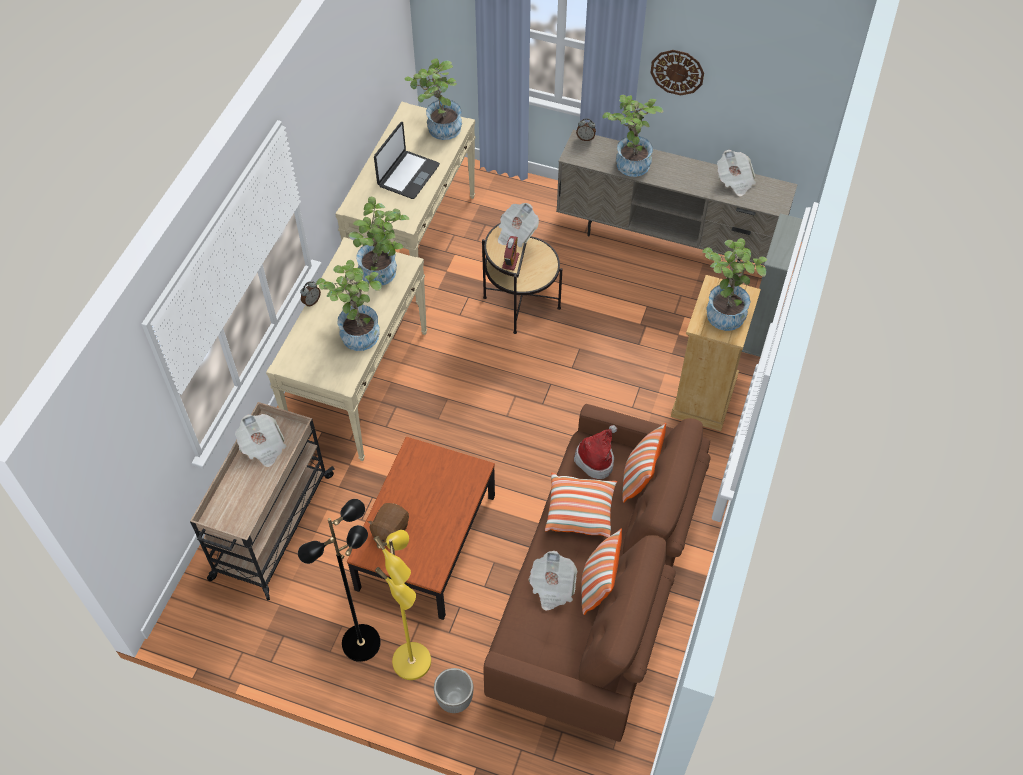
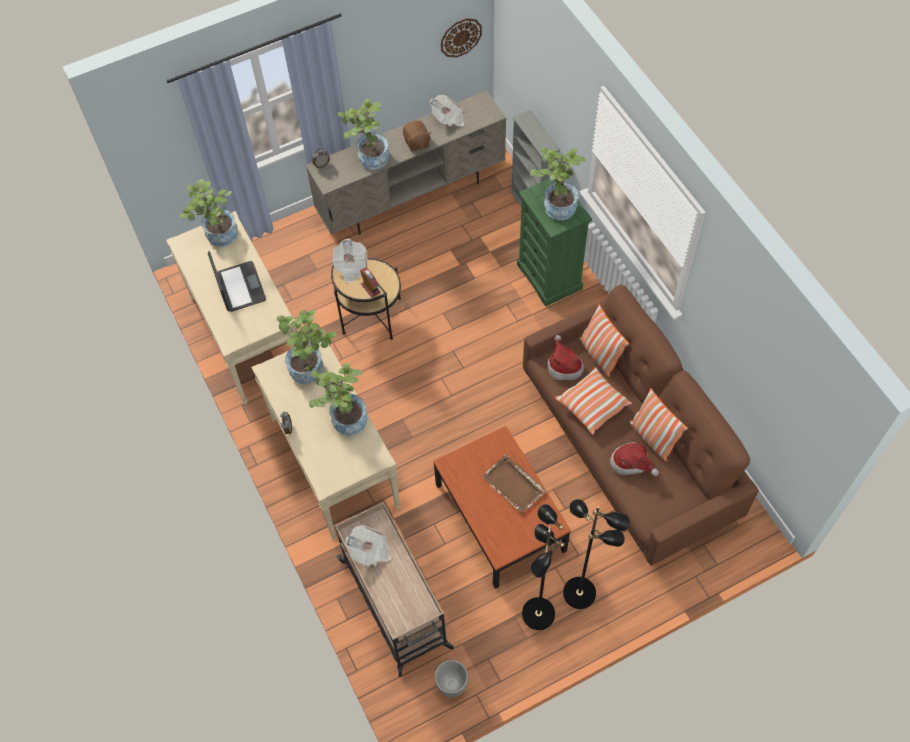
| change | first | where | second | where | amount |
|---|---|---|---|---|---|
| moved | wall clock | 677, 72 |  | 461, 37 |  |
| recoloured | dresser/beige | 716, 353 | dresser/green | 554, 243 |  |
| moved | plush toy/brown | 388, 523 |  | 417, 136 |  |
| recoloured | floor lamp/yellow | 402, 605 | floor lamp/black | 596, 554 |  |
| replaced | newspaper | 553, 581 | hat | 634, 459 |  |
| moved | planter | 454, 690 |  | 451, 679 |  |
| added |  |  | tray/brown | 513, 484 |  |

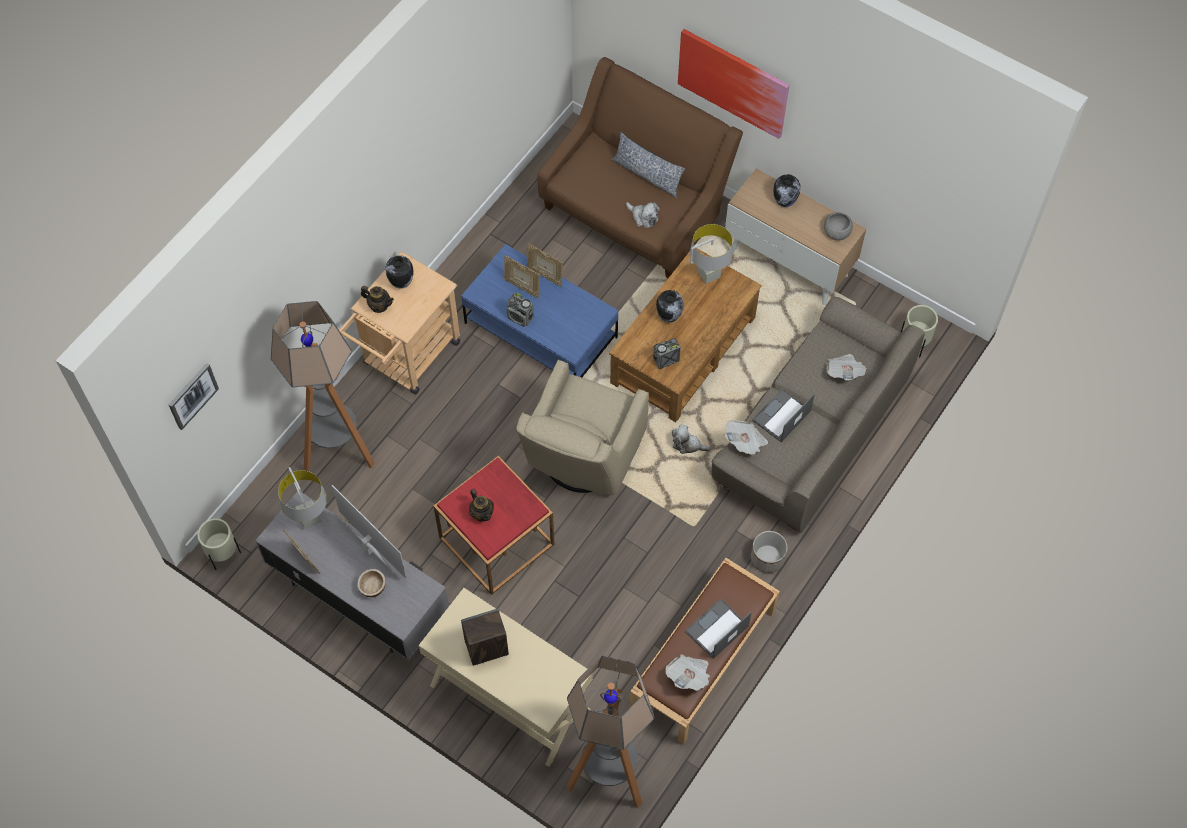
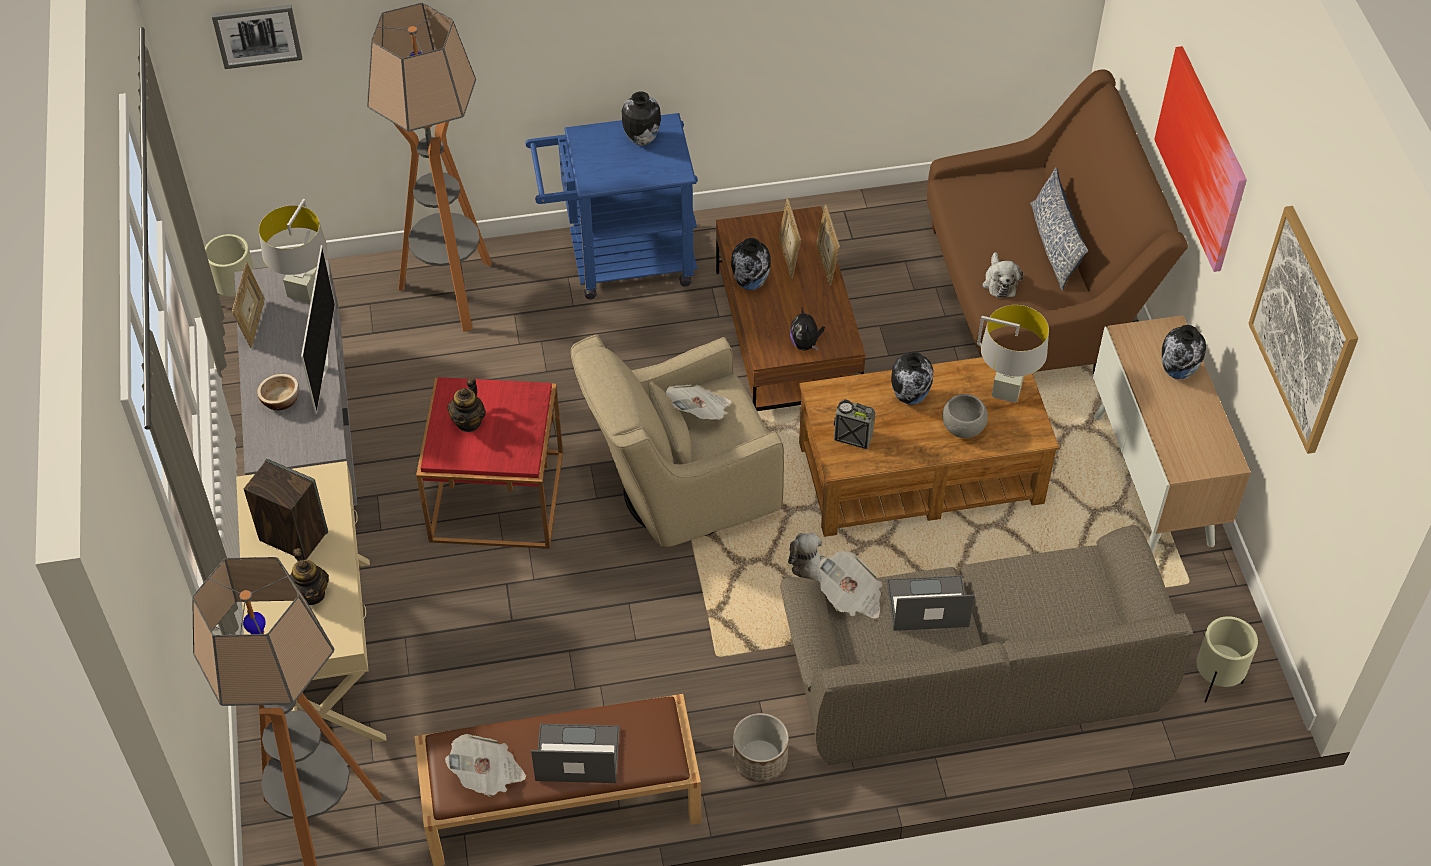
| change | first | where | second | where | amount |
|---|---|---|---|---|---|
| moved | bowl/grey | 838, 226 |  | 965, 416 |  |
| recoloured | coffee table/blue | 539, 310 | coffee table/brown | 791, 308 |  |
| recoloured | cart/beige | 399, 322 | cart/blue | 611, 206 |  |
| moved | teapot | 377, 299 |  | 309, 576 |  |
| replaced | radio | 520, 310 | vase | 751, 264 |  |
| moved | newspaper | 846, 367 |  | 698, 402 |  |
| added |  |  | picture | 1303, 330 |  |
| added |  |  | plush toy | 807, 329 |  |

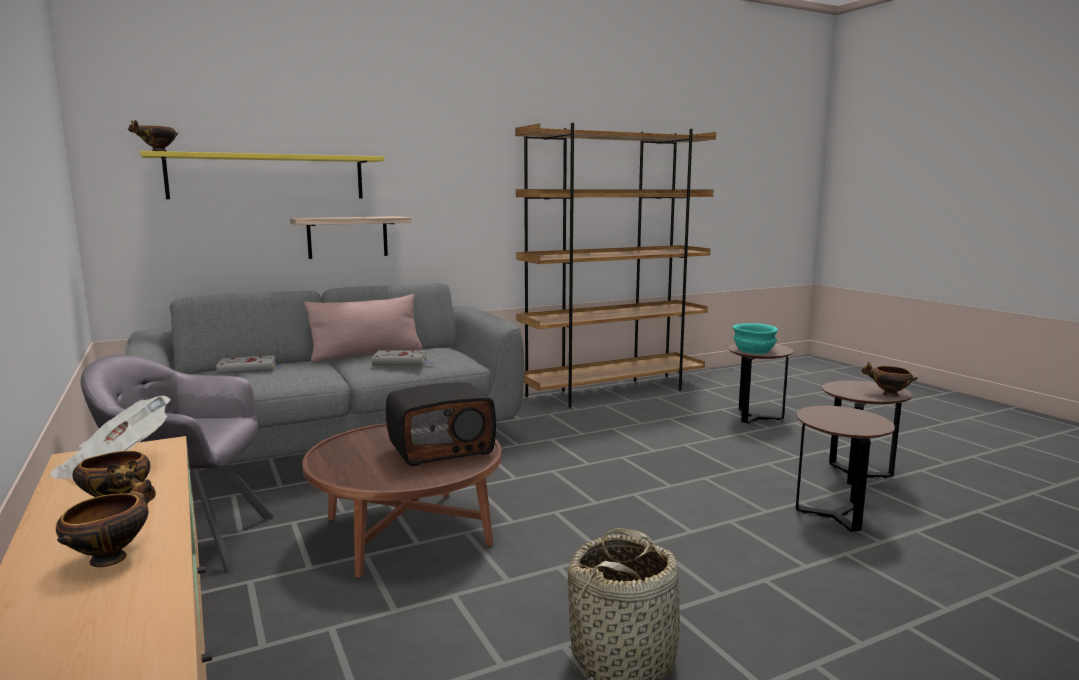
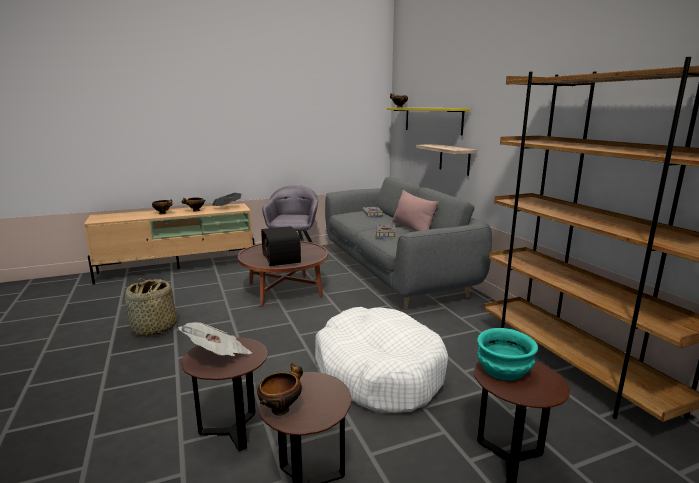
| change | first | where | second | where | amount |
|---|---|---|---|---|---|
| added |  |  | dog bed/white | 381, 360 |  |
| added |  |  | newspaper | 215, 339 |  |

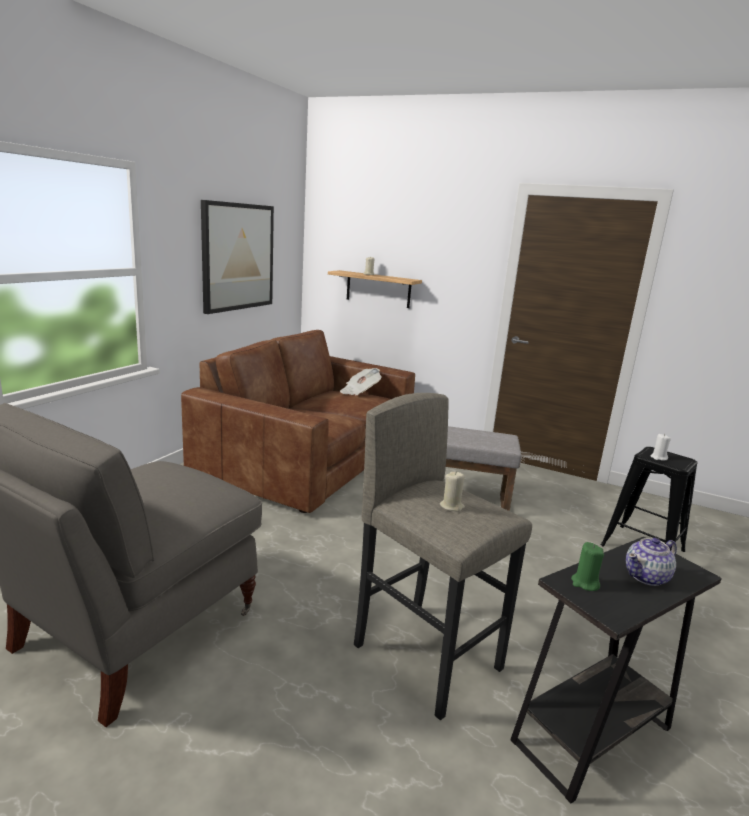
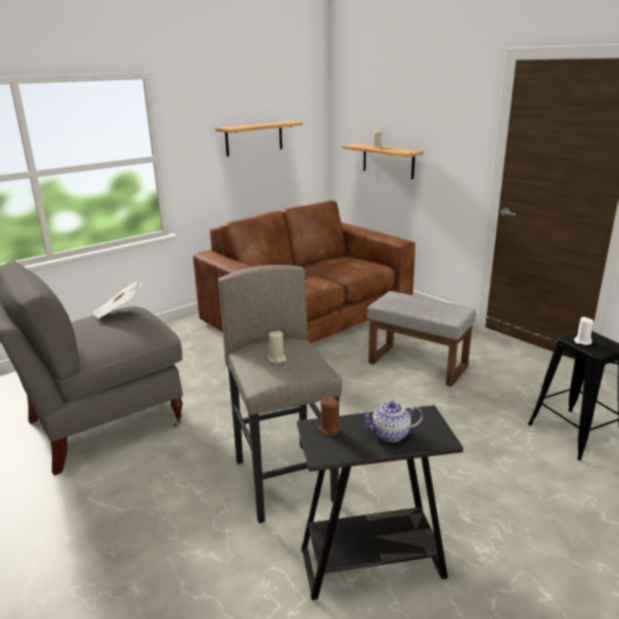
| change | first | where | second | where | amount |
|---|---|---|---|---|---|
| replaced | picture | 237, 257 | shelf | 259, 139 |  |
| moved | newspaper | 361, 382 |  | 117, 300 |  |
| recoloured | candle/green | 587, 566 | candle/brown | 329, 416 |  |

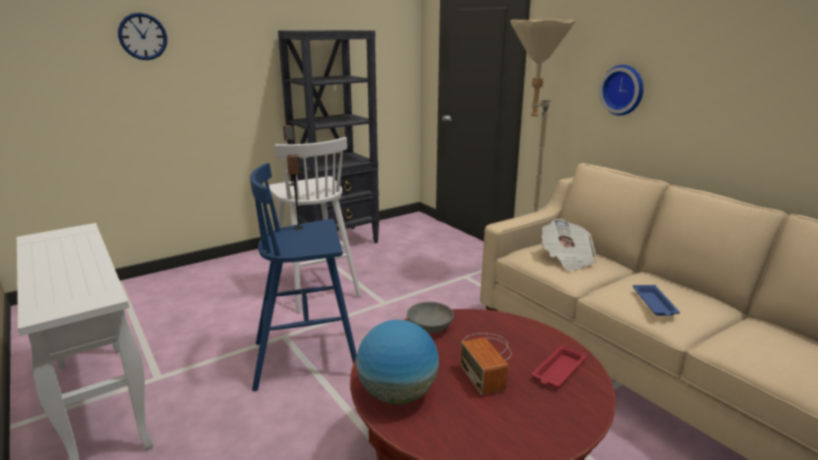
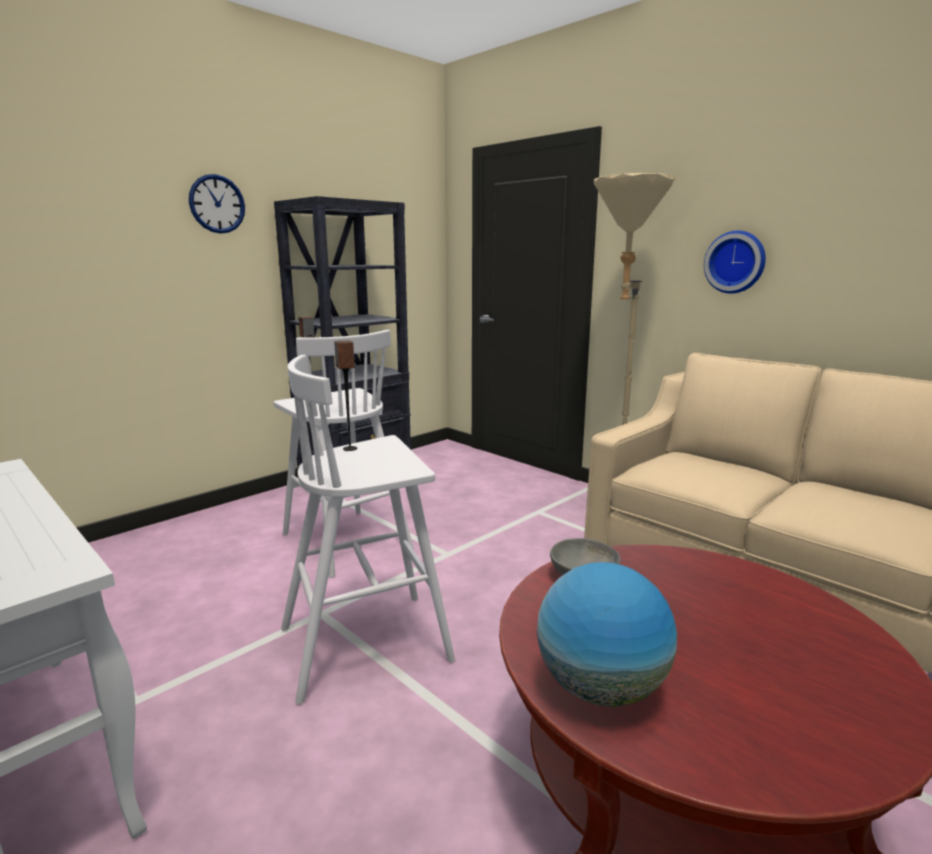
| change | first | where | second | where | amount |
|---|---|---|---|---|---|
| moved | wall clock | 142, 36 |  | 217, 204 |  |
| recoloured | stool/blue | 303, 277 | stool/white | 368, 530 |  |
| removed | newspaper | 569, 245 |  |  |  |
| removed | tray/blue | 656, 300 |  |  |  |
| removed | radio | 485, 364 |  |  |  |
| removed | tray/red | 559, 366 |  |  |  |

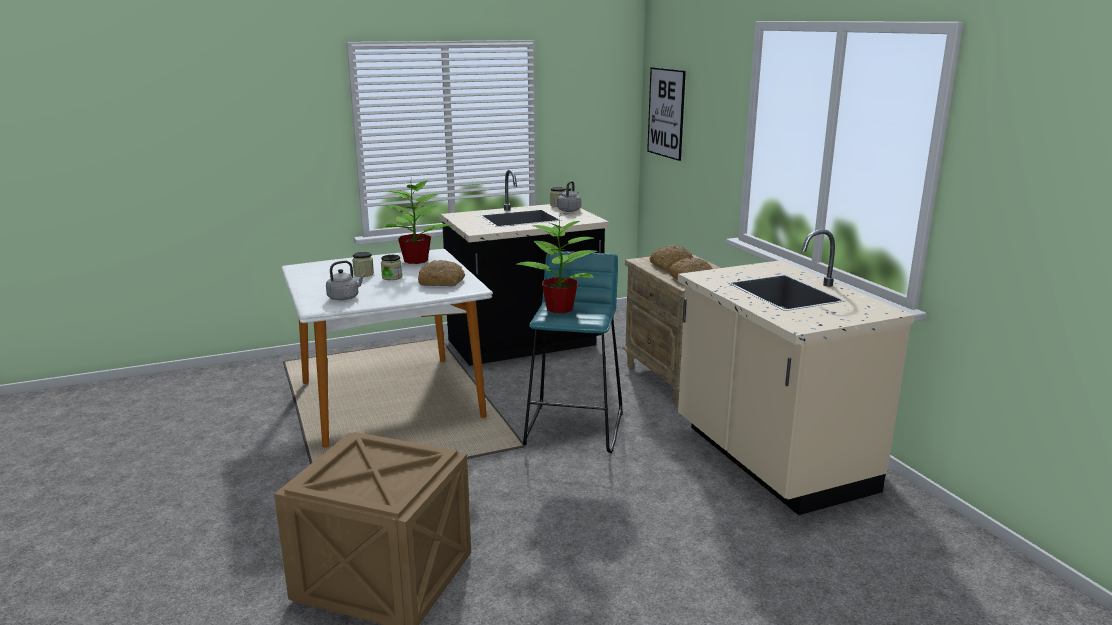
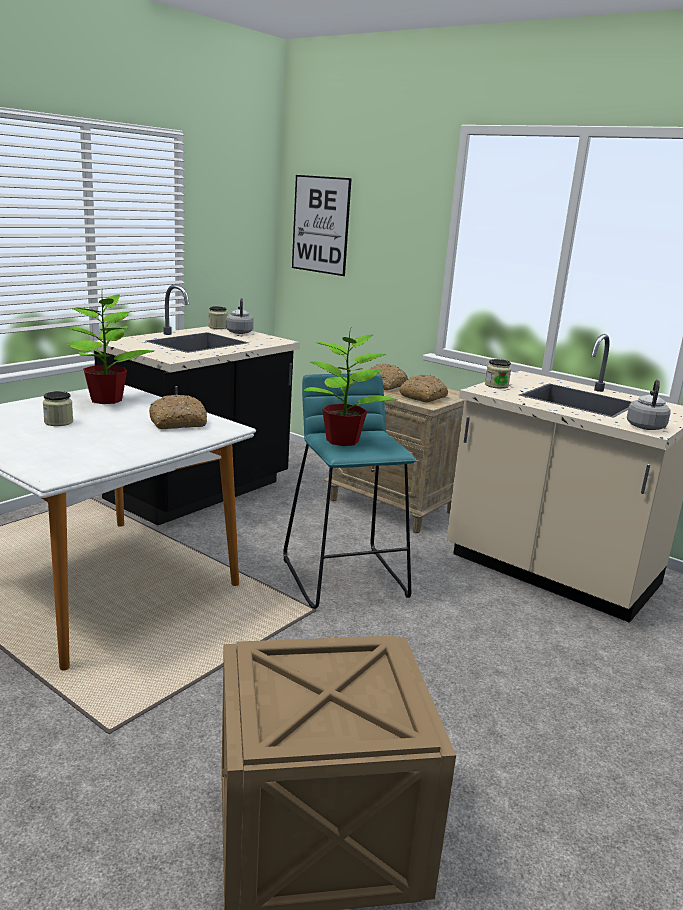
| change | first | where | second | where | amount |
|---|---|---|---|---|---|
| moved | jar | 391, 267 |  | 498, 374 |  |
| moved | kettle/grey | 346, 280 |  | 649, 404 |  |

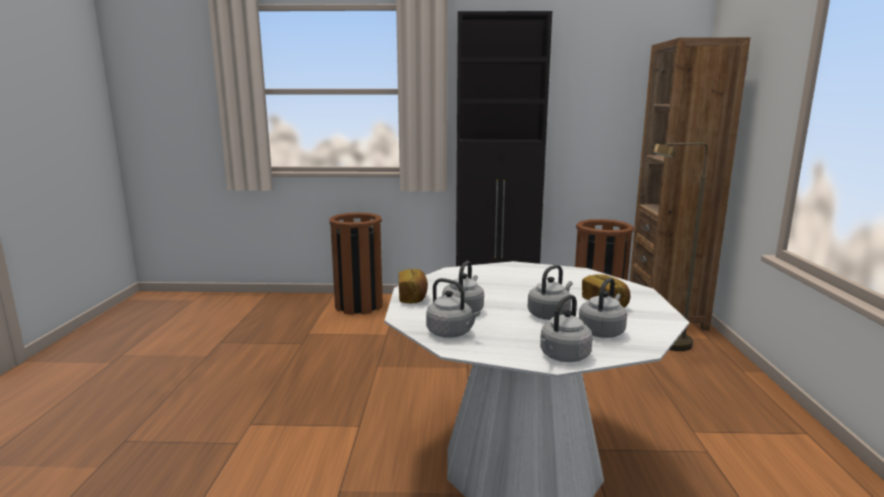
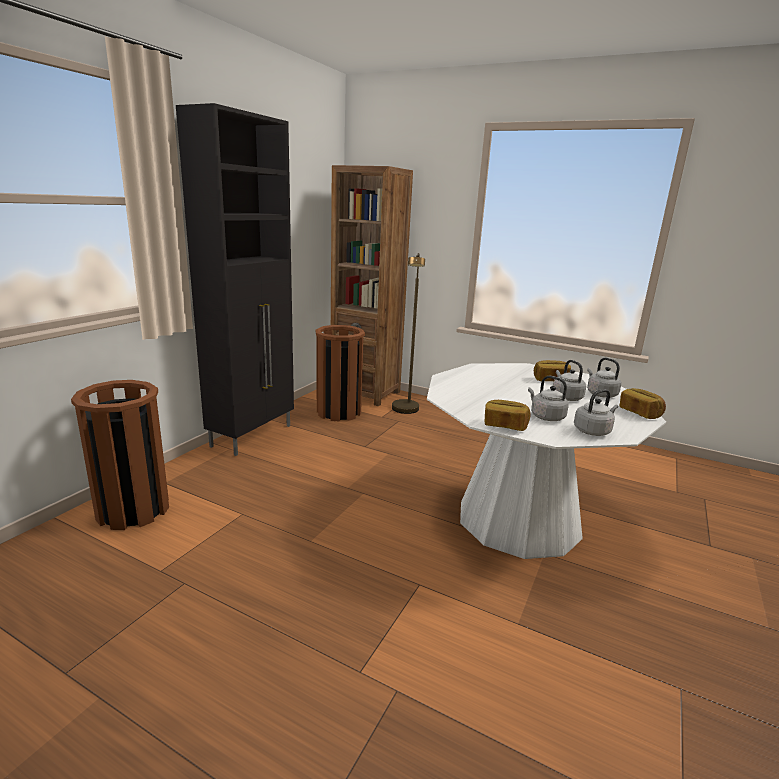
| change | first | where | second | where | amount |
|---|---|---|---|---|---|
| replaced | kettle/grey | 566, 328 | bread | 642, 403 |  |

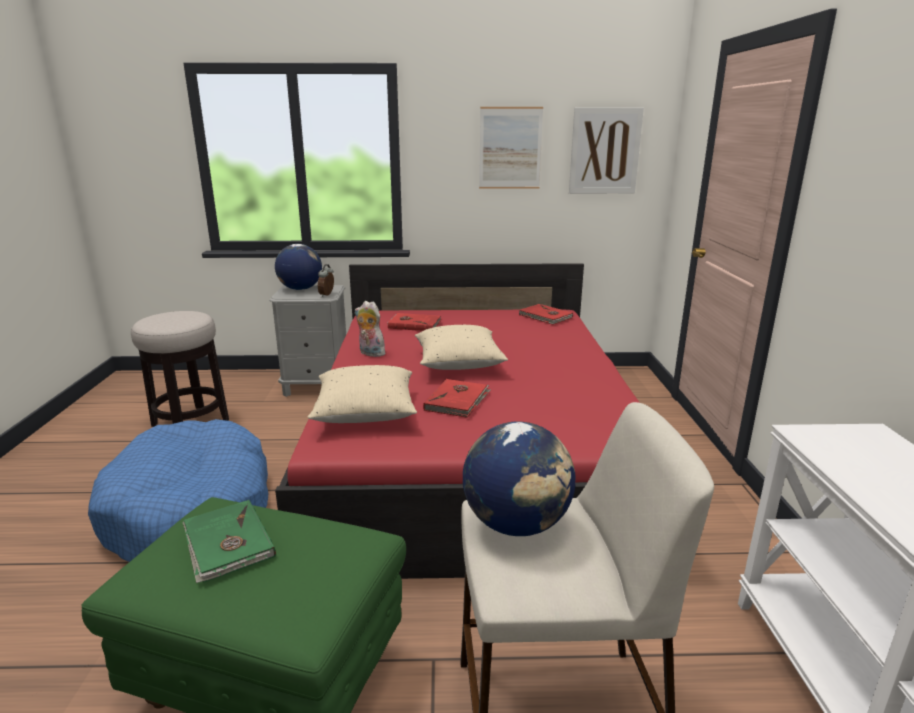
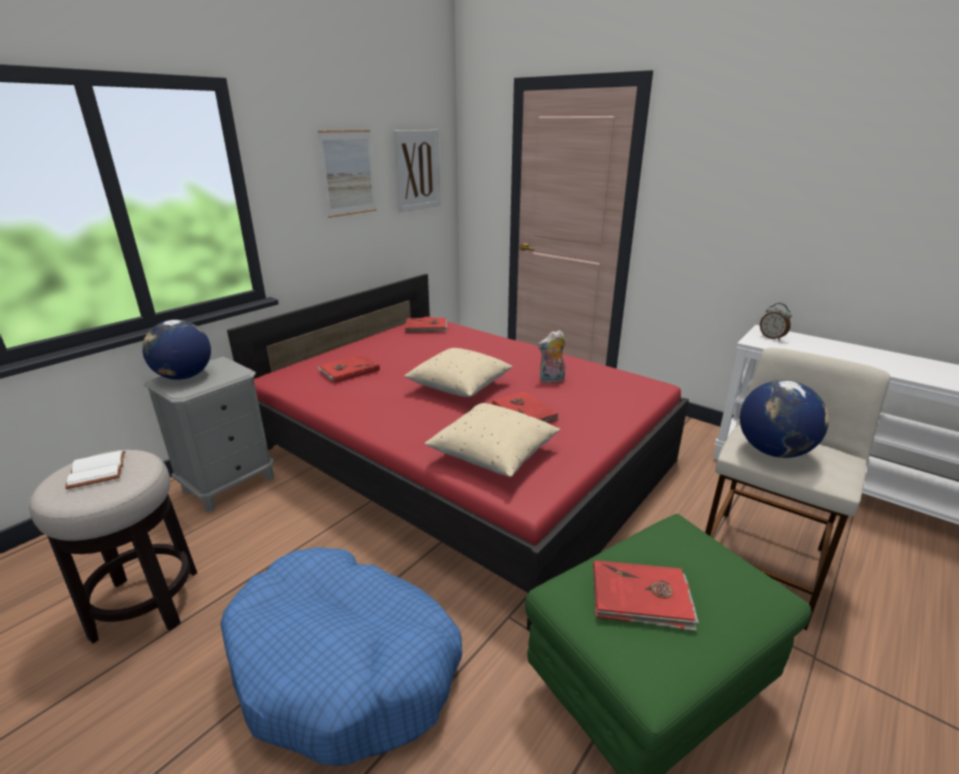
| change | first | where | second | where | amount |
|---|---|---|---|---|---|
| moved | alarm clock | 326, 280 |  | 776, 322 |  |
| moved | plush toy | 370, 329 |  | 552, 356 |  |
| recoloured | book/green | 229, 541 | book/red | 646, 595 |  |
| added |  |  | book/white | 95, 469 |  |

